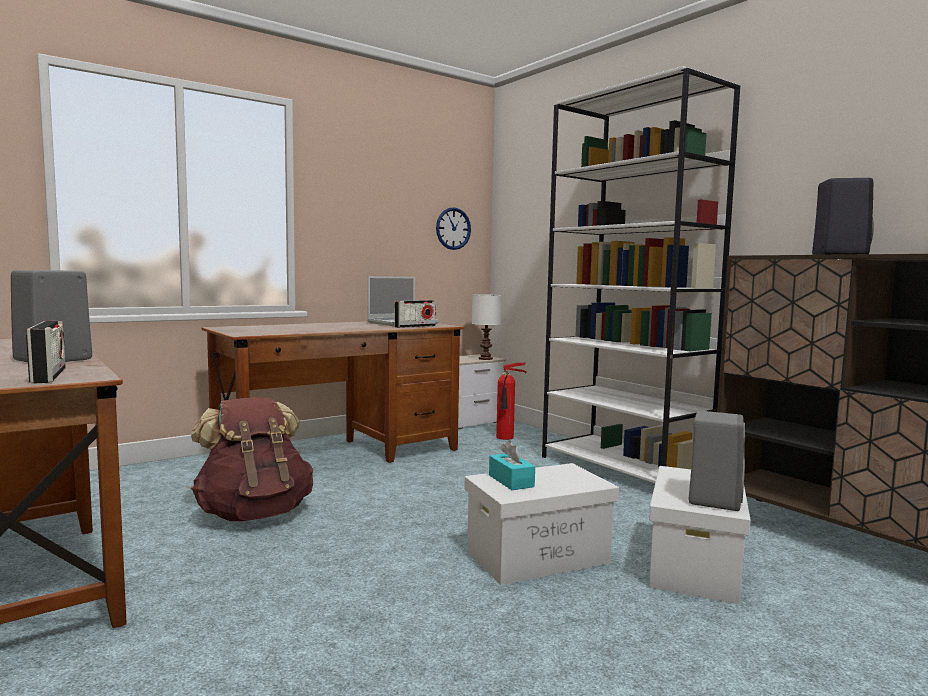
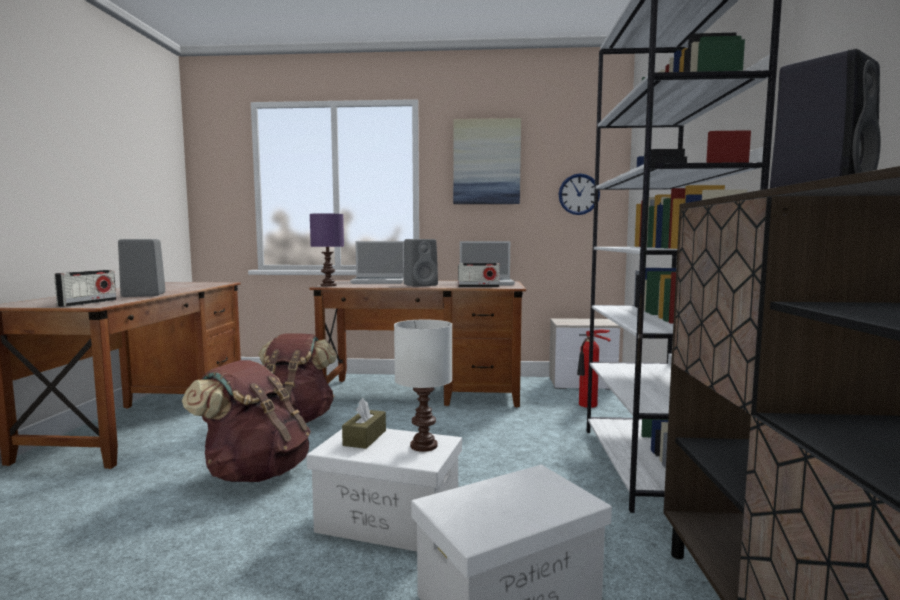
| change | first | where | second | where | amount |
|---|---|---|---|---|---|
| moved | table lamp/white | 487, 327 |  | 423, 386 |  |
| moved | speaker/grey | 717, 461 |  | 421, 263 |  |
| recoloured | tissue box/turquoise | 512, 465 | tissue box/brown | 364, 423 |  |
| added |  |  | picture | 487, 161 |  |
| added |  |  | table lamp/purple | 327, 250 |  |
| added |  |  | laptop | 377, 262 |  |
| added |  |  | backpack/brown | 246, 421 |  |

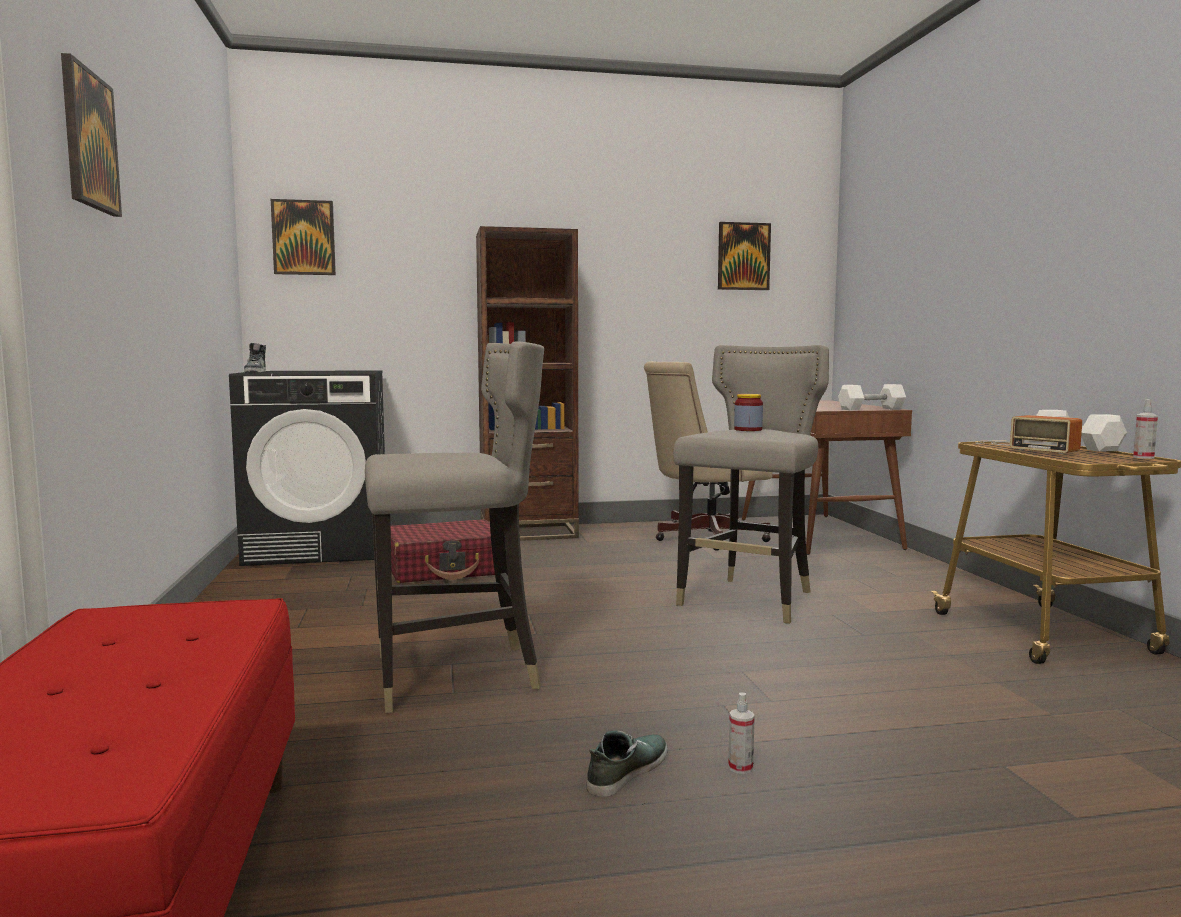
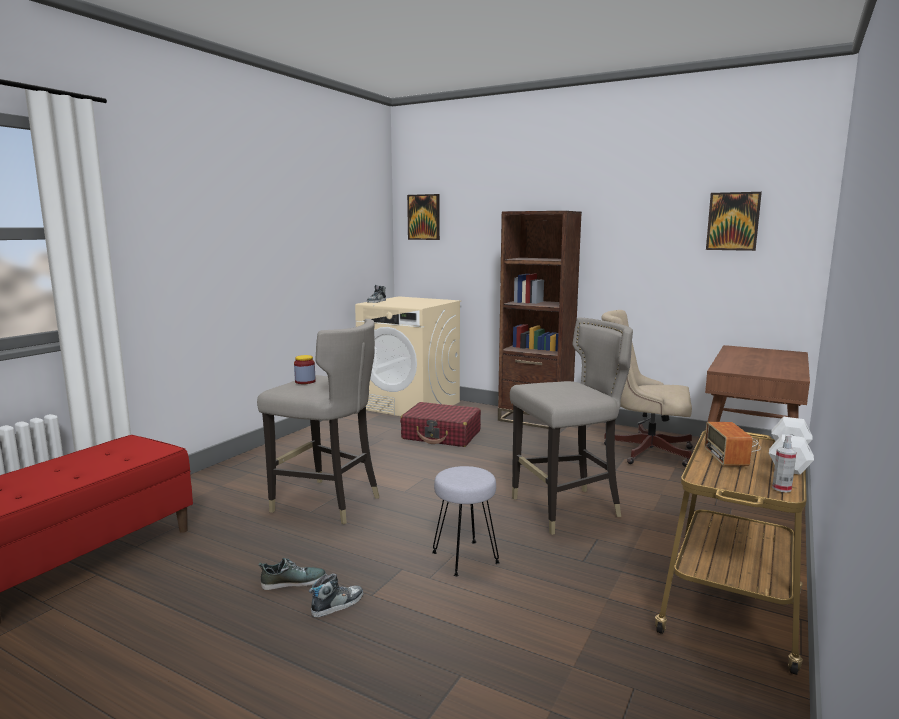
| change | first | where | second | where | amount |
|---|---|---|---|---|---|
| removed | picture | 91, 135 |  |  |  |
| recoloured | washing machine/black | 307, 468 | washing machine/beige | 408, 356 |  |
| removed | dumbbell/white | 872, 397 |  |  |  |
| moved | jar | 748, 412 |  | 305, 369 |  |
| replaced | spray bottle | 741, 733 | shoe | 336, 596 |  |
| added |  |  | stool/grey | 466, 521 |  |

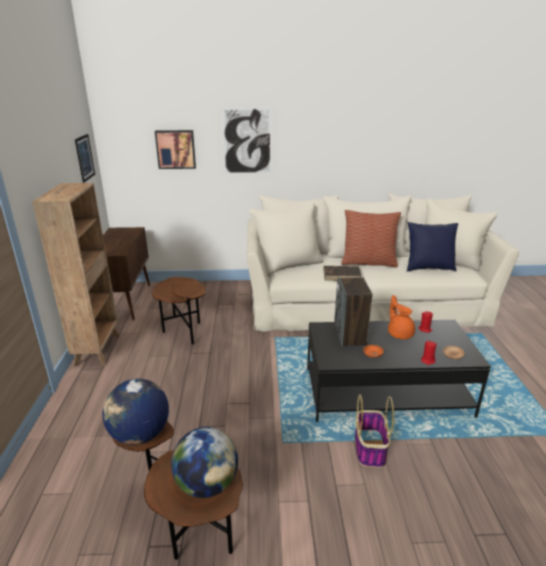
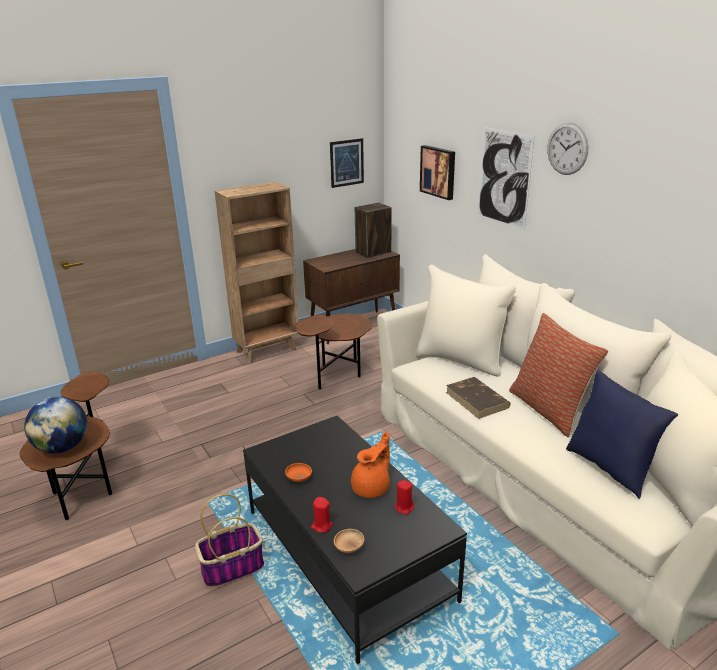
| change | first | where | second | where | amount |
|---|---|---|---|---|---|
| moved | speaker | 353, 311 |  | 373, 230 |  |
| removed | globe | 135, 412 |  |  |  |
| added |  |  | wall clock | 567, 149 |  |

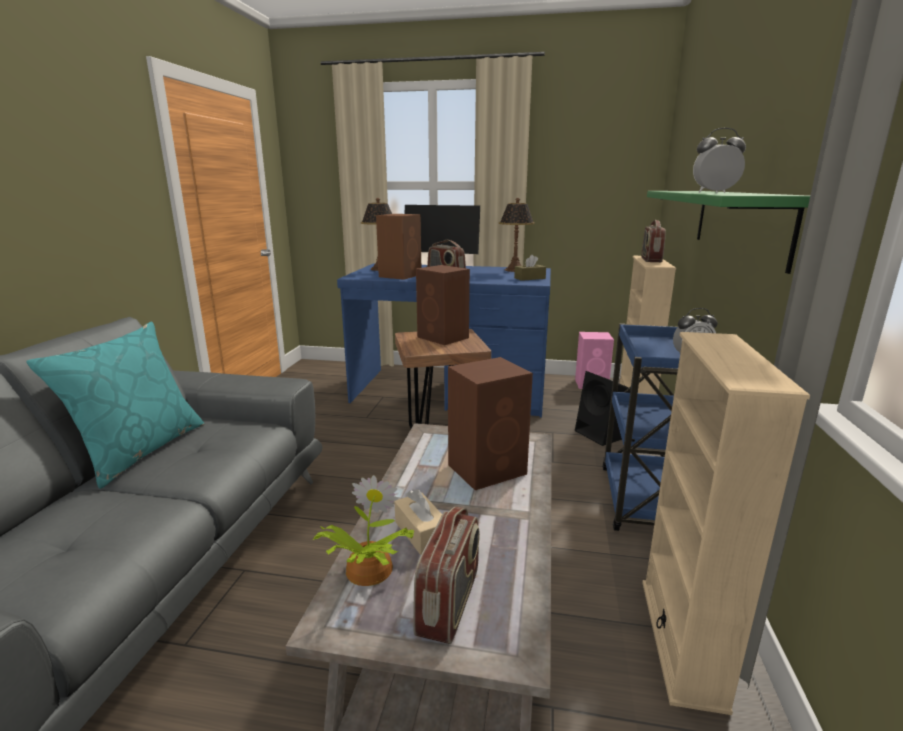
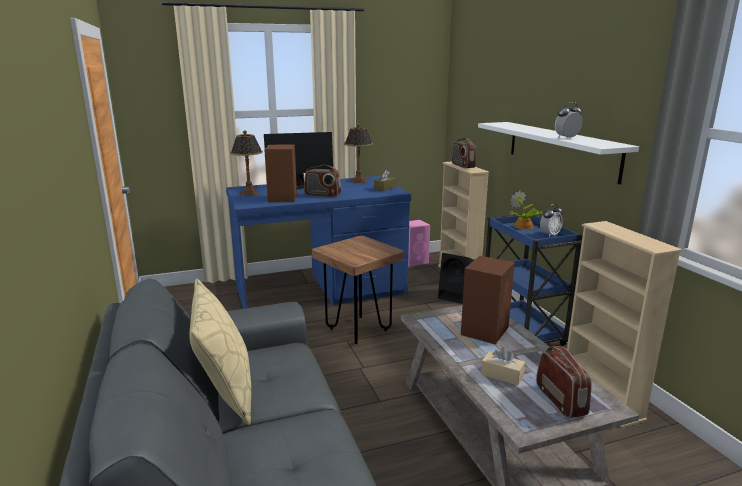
| change | first | where | second | where | amount |
|---|---|---|---|---|---|
| recoloured | shelf/green | 728, 232 | shelf/white | 558, 153 |  |
| removed | speaker/brown | 443, 305 |  |  |  |
| recoloured | pillow/turquoise | 115, 405 | pillow/beige | 220, 352 |  |
| moved | potted plant | 363, 530 |  | 525, 209 |  |

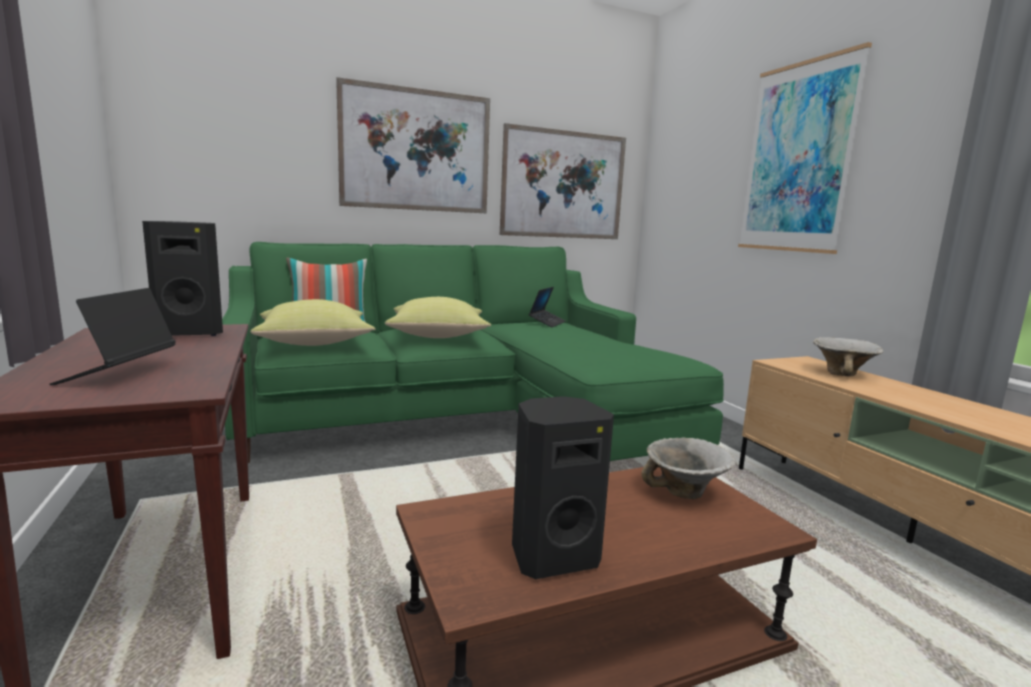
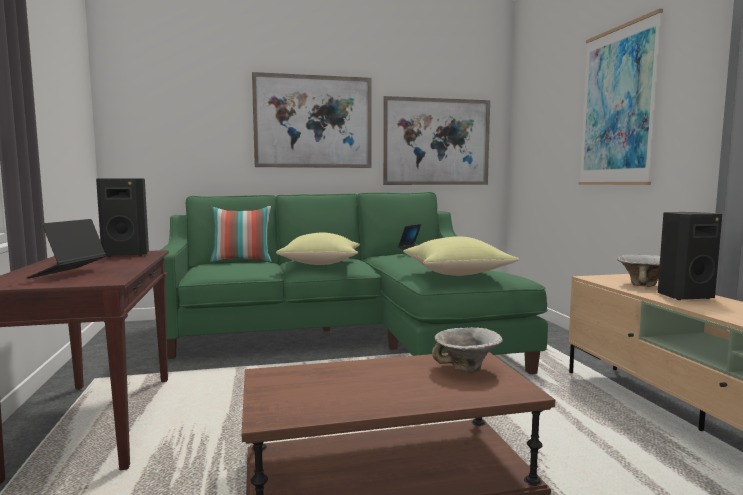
| change | first | where | second | where | amount |
|---|---|---|---|---|---|
| moved | pillow/yellow | 313, 322 |  | 461, 256 |  |
| moved | speaker/black | 563, 487 |  | 690, 256 |  |

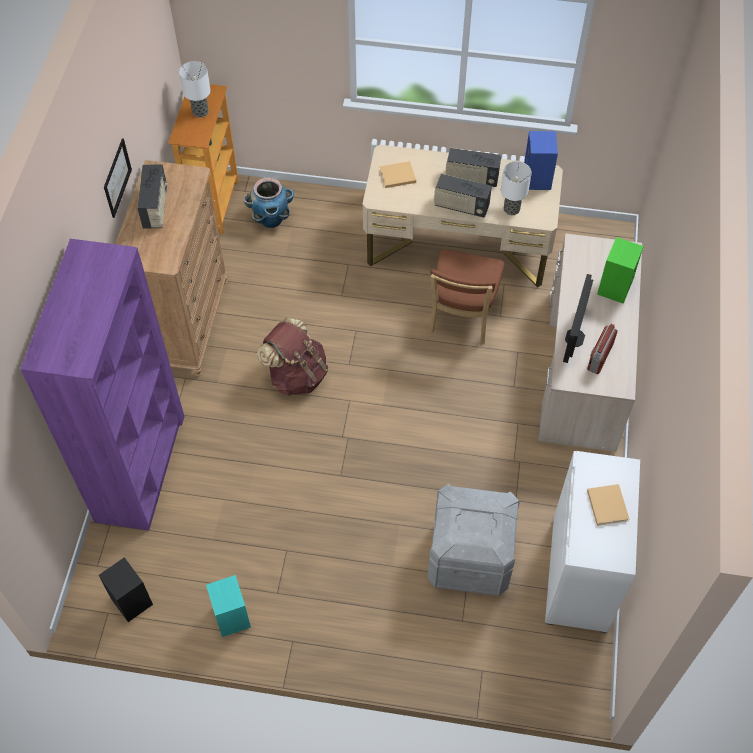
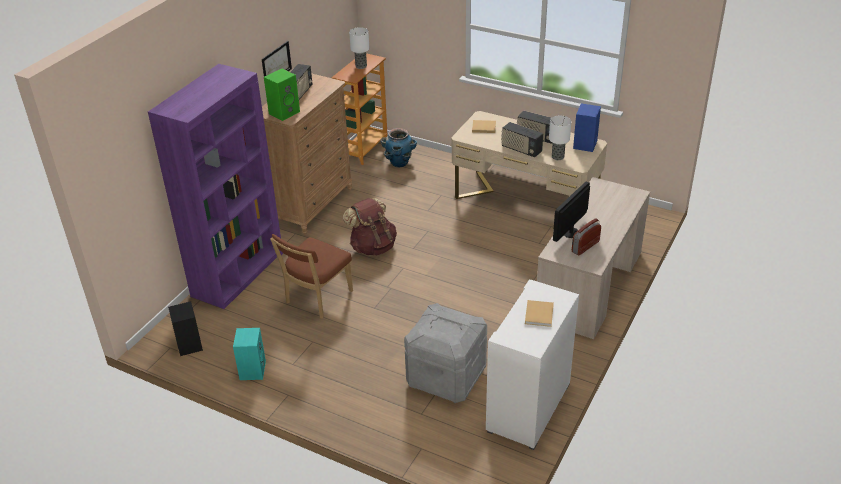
| change | first | where | second | where | amount |
|---|---|---|---|---|---|
| moved | speaker/green | 620, 270 |  | 282, 95 |  |
| moved | chair/brown | 467, 296 |  | 311, 276 |  |

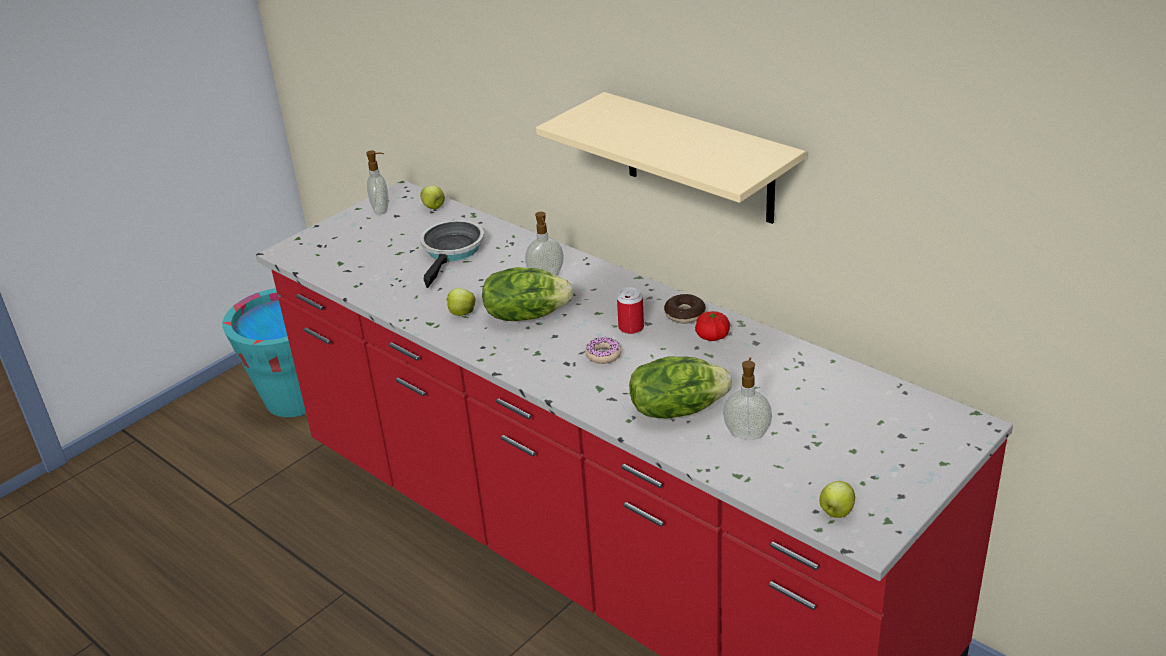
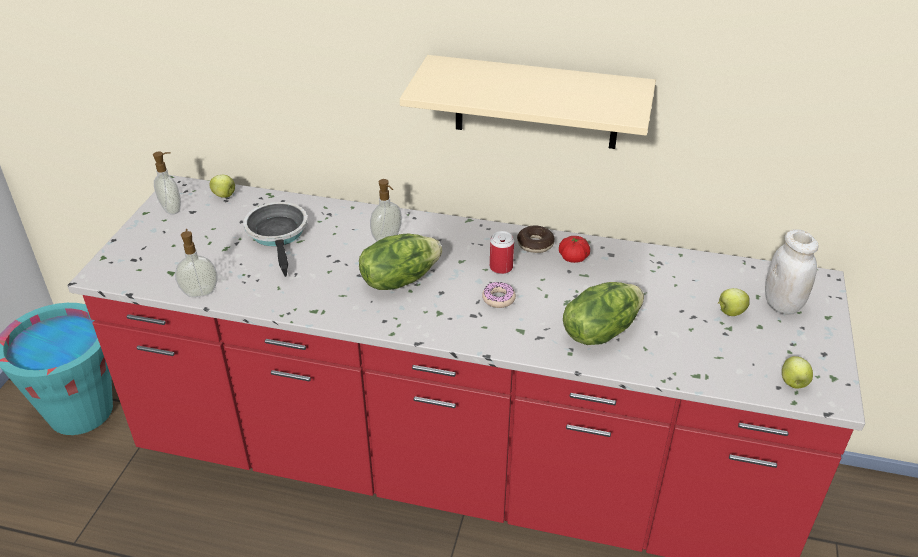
| change | first | where | second | where | amount |
|---|---|---|---|---|---|
| moved | apple | 461, 302 |  | 734, 302 |  |
| moved | soap dispenser | 747, 398 |  | 196, 263 |  |
| added |  |  | jar/white | 792, 272 |  |

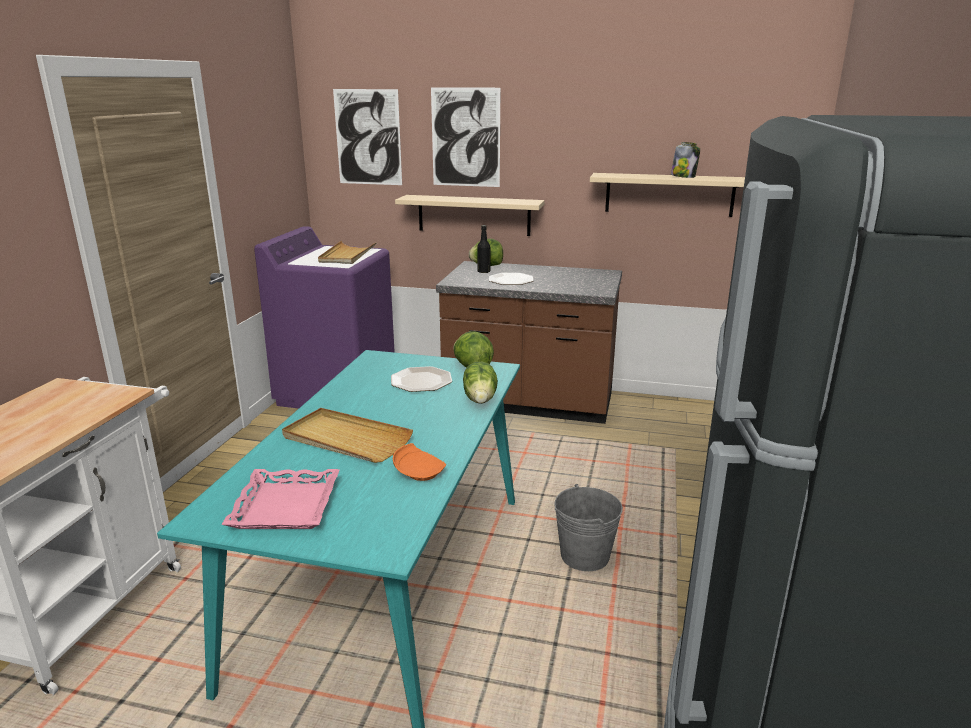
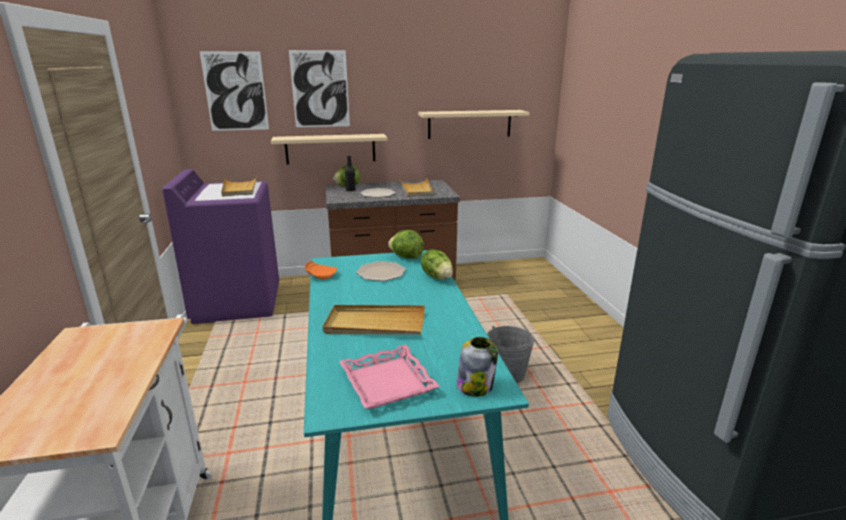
| change | first | where | second | where | amount |
|---|---|---|---|---|---|
| moved | jar | 685, 160 |  | 477, 367 |  |
| moved | plate/orange | 419, 462 |  | 321, 270 |  |
| added |  |  | tray/beige | 416, 188 |  |

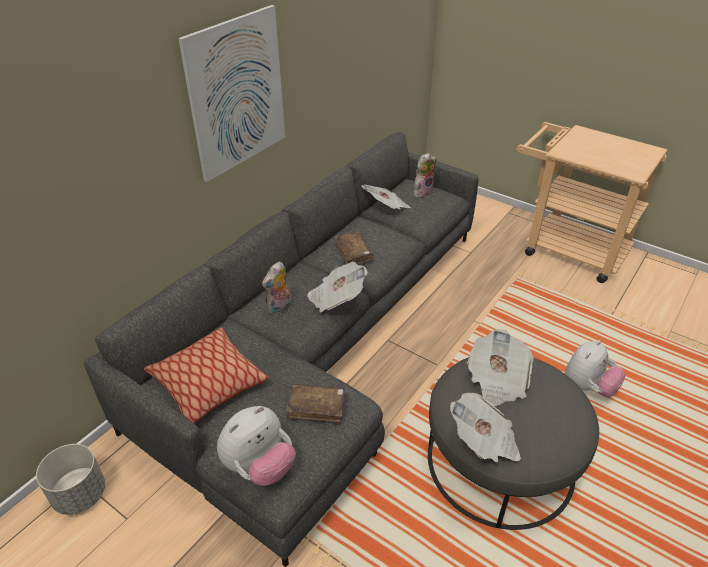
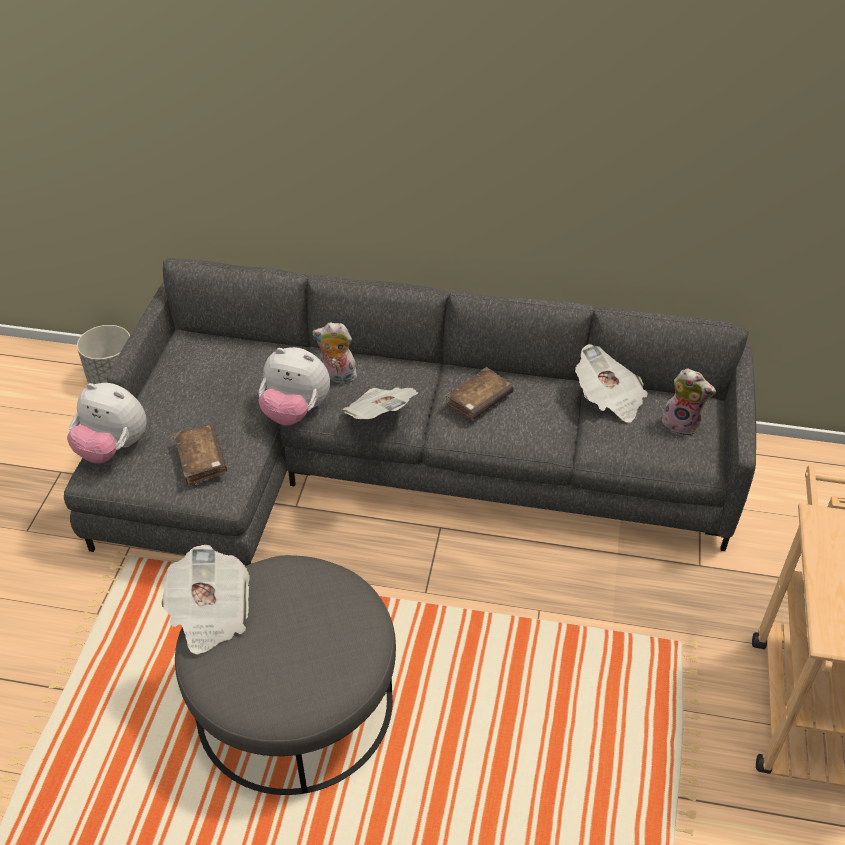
| change | first | where | second | where | amount |
|---|---|---|---|---|---|
| removed | picture | 231, 93 |  |  |  |
| removed | pillow | 206, 375 |  |  |  |
| removed | newspaper | 500, 367 |  |  |  |
| moved | plush toy | 595, 368 |  | 294, 386 |  |

